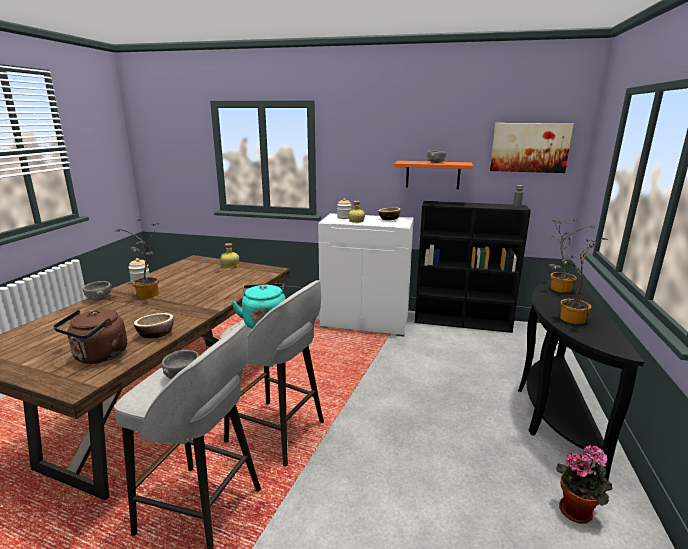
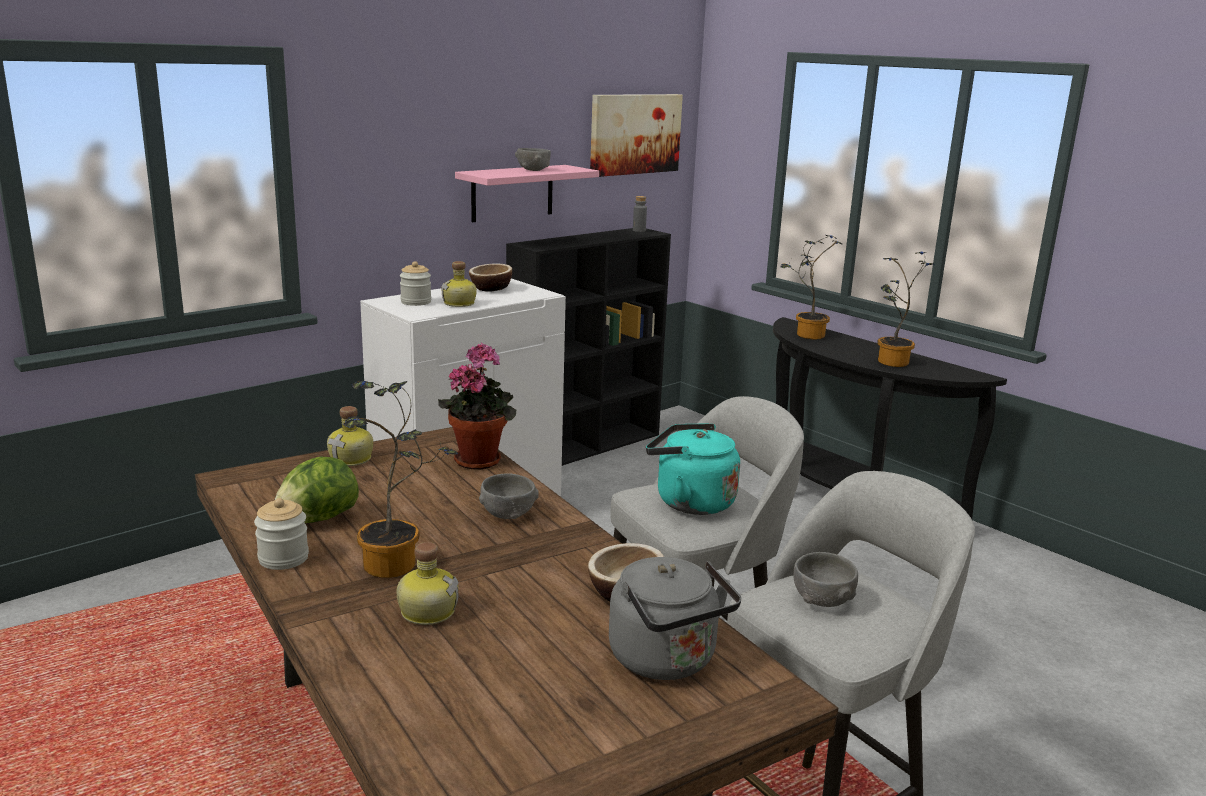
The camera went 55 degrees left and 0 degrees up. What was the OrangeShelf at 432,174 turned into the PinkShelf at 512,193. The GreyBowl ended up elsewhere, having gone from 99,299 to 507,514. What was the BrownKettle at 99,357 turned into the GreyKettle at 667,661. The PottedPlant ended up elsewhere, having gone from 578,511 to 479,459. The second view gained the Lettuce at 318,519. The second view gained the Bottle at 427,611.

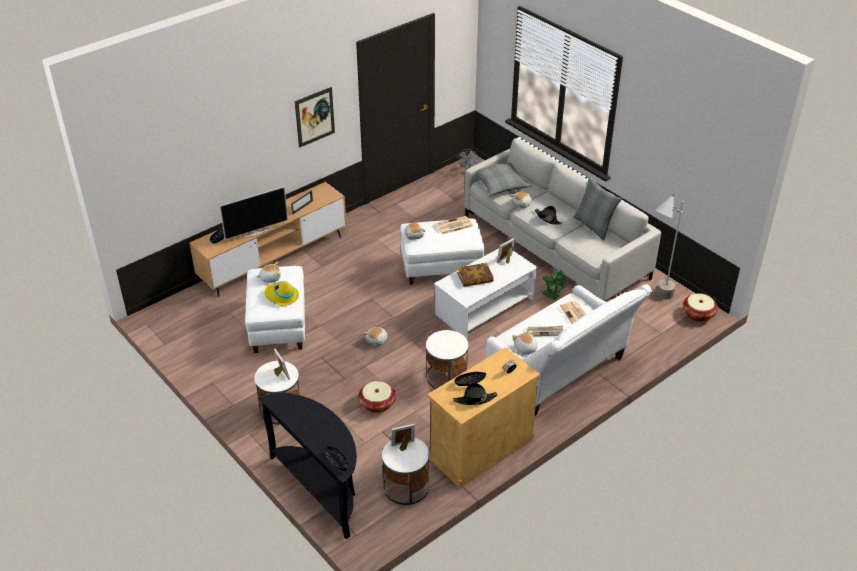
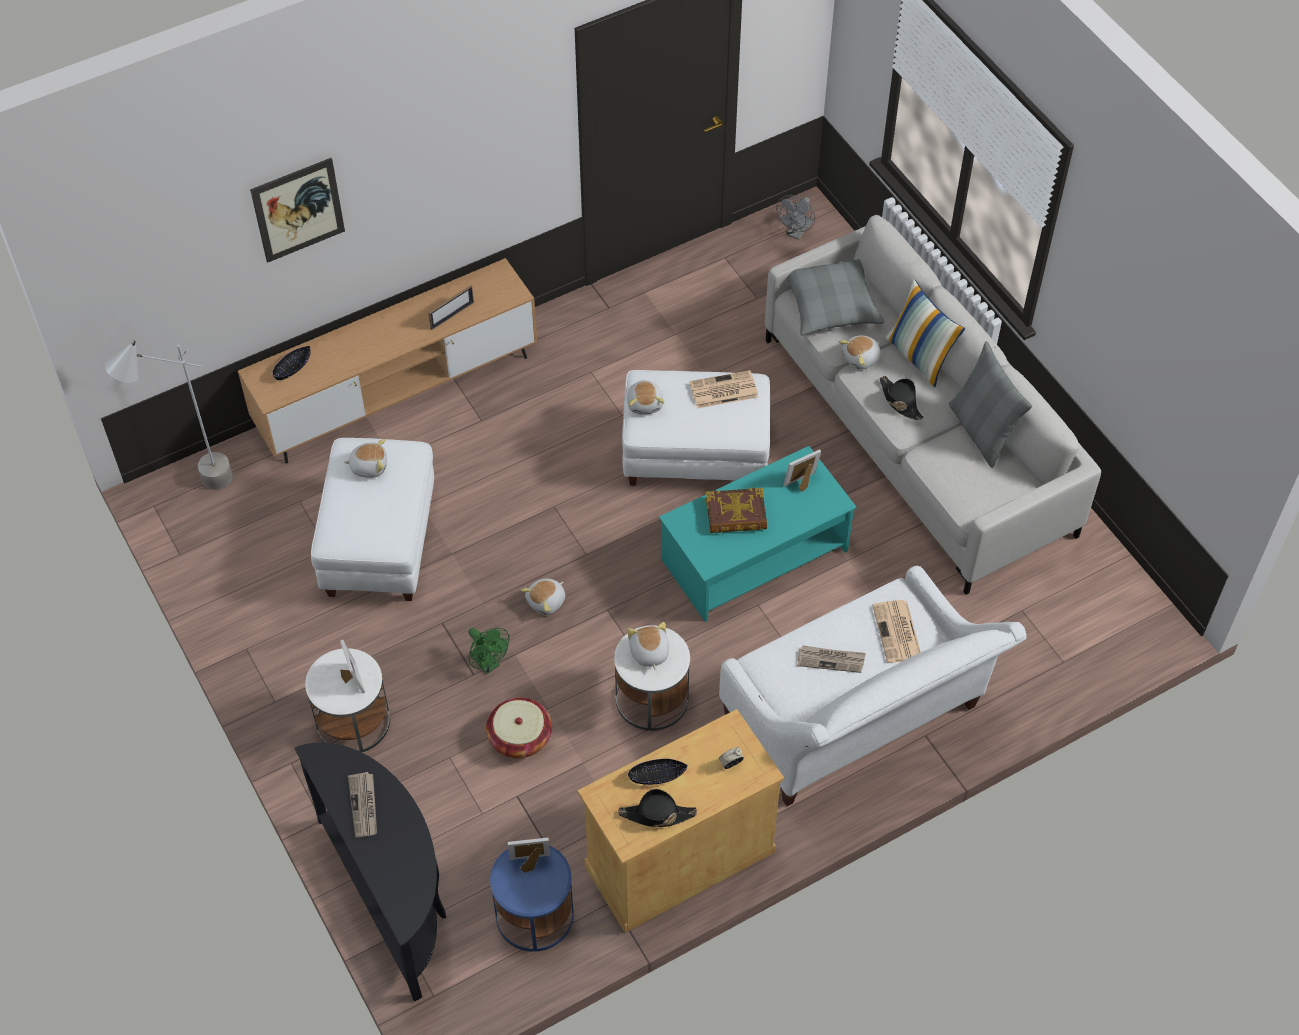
The camera went 10 degrees right and 15 degrees up. The Picture ended up elsewhere, having gone from 315,117 to 298,210. The second view lost the Television at 256,233. The GreyFloorLamp ended up elsewhere, having gone from 656,300 to 193,490. What was the WhiteCoffeeTable at 484,307 turned into the TurquoiseCoffeeTable at 753,555. The GreenFan ended up elsewhere, having gone from 553,296 to 488,664. The second view lost the YellowHat at 281,296. The second view lost the Basket at 698,314. The PlushToy ended up elsewhere, having gone from 525,349 to 649,653. What was the WhiteSideTable at 406,487 turned into the BlueSideTable at 534,915. The second view lost the BlackBowl at 337,461. The second view gained the Pillow at 920,357. The second view gained the Newspaper at 364,806.

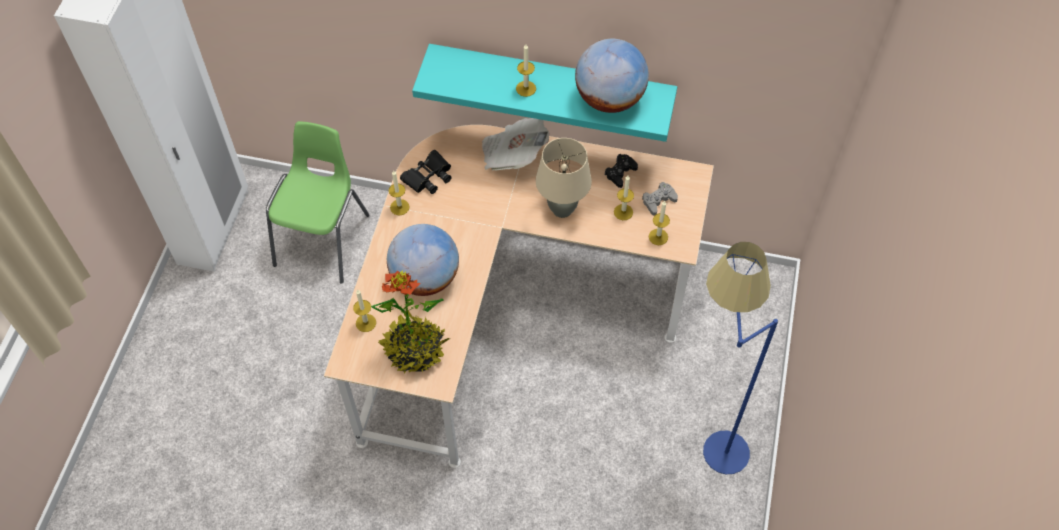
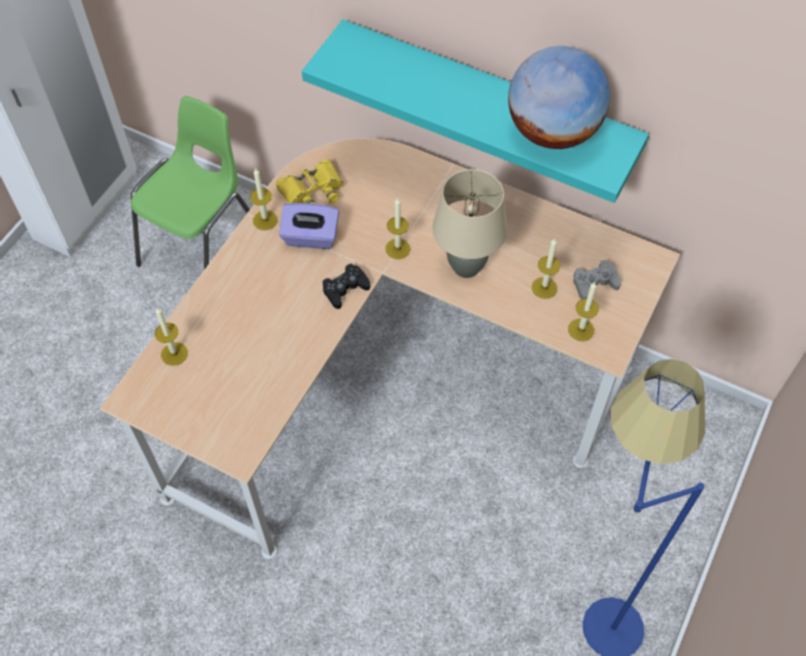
The camera went 15 degrees right and 0 degrees up. The Candle ended up elsewhere, having gone from 526,88 to 397,248. The second view lost the Newspaper at 513,155. What was the BlackBinoculars at 428,176 turned into the YellowBinoculars at 312,191. The BlackGameController ended up elsewhere, having gone from 620,173 to 345,289. The second view lost the Globe at 425,278. The second view lost the PottedPlant at 415,349. The second view gained the PurpleTissueBox at 310,237.

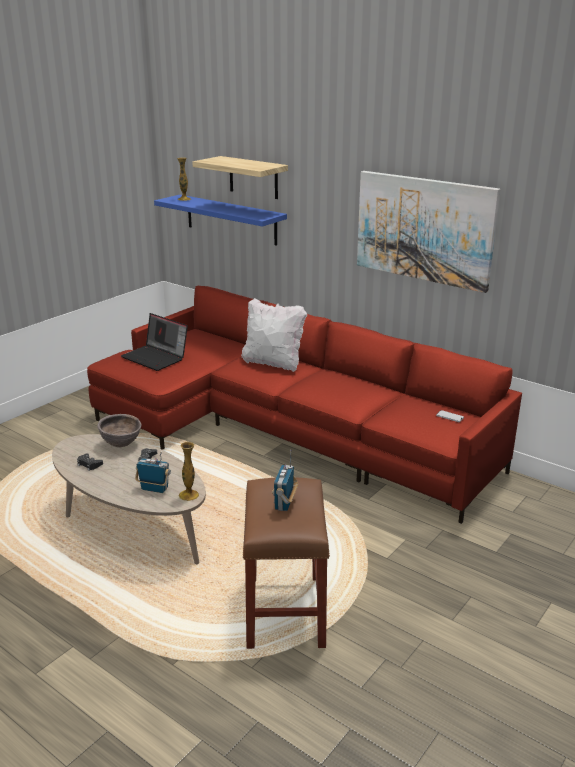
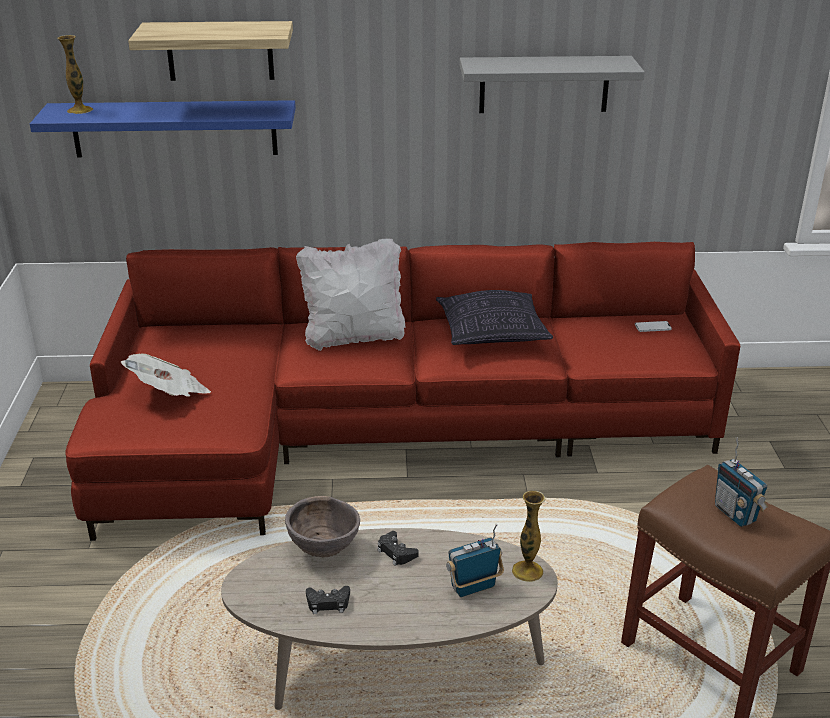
The camera went 40 degrees left and 5 degrees up. Where the Picture hung at 424,229, the GreyShelf came to hang at 544,84. Where the Laptop stood at 156,357, the Newspaper came to stand at 169,394. The second view gained the Pillow at 491,333.

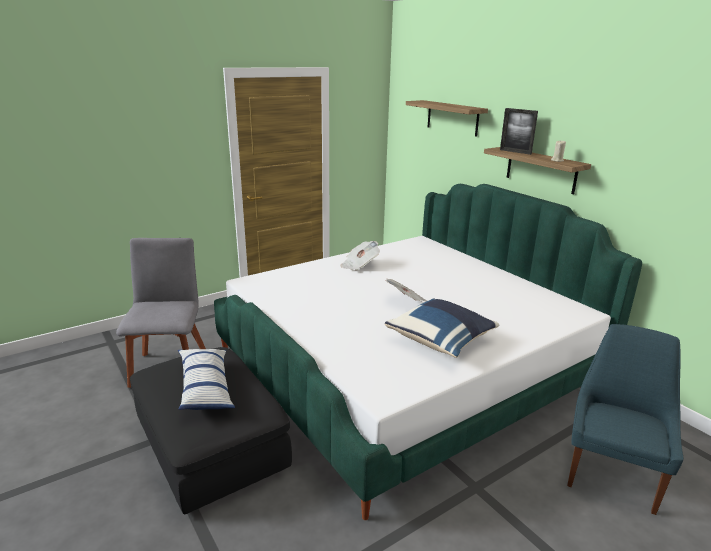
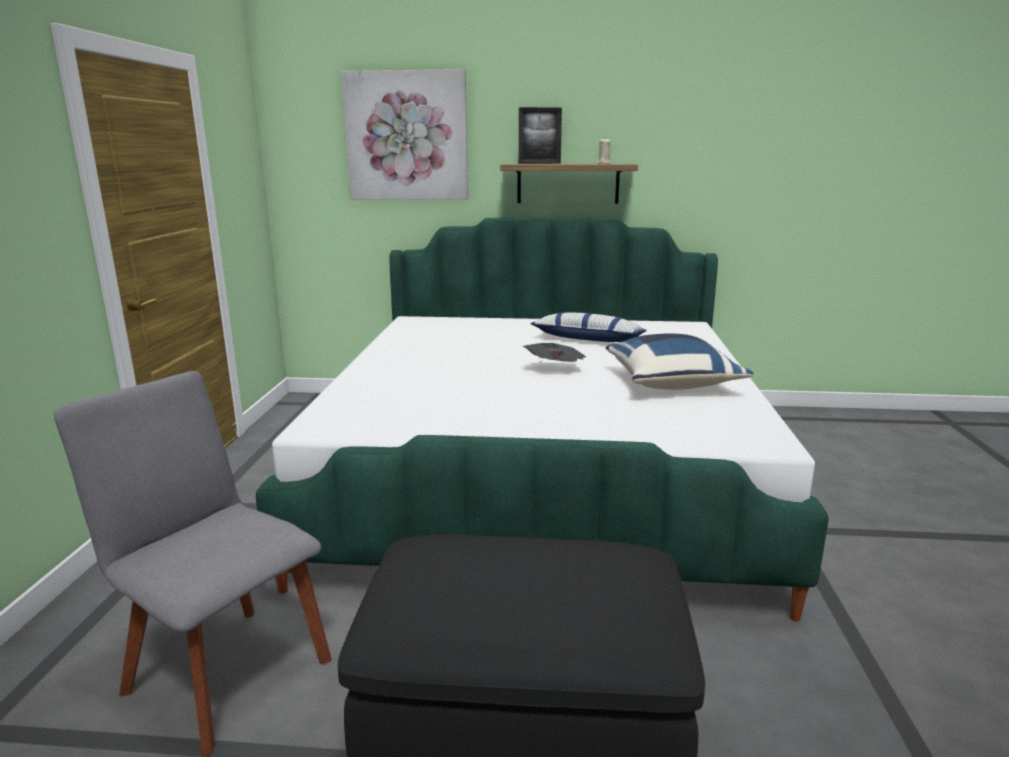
The camera went 50 degrees left and 5 degrees down. Where the Shelf hung at 452,118, the Picture came to hang at 406,136. The second view lost the Newspaper at 359,265. The second view lost the BlueChair at 611,473. The Pillow ended up elsewhere, having gone from 205,387 to 588,339.

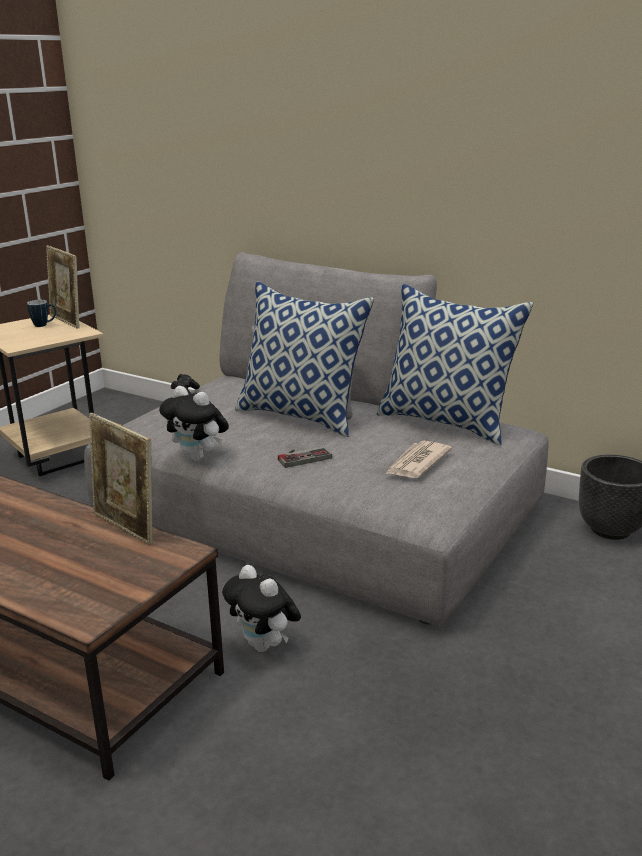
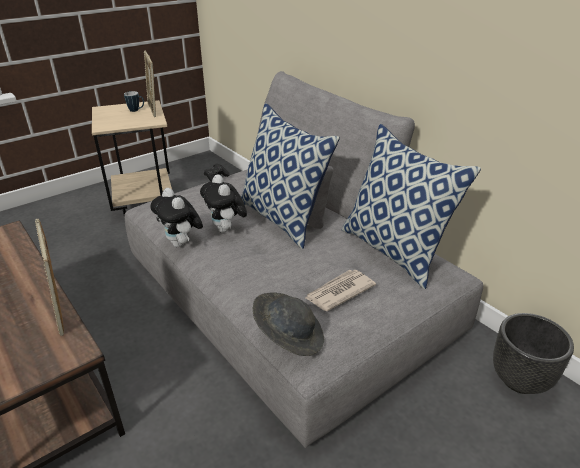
The camera went 20 degrees right and 10 degrees up. The second view lost the GameController at 302,456. The PlushToy ended up elsewhere, having gone from 264,646 to 226,230. The second view gained the GreyHat at 288,336.

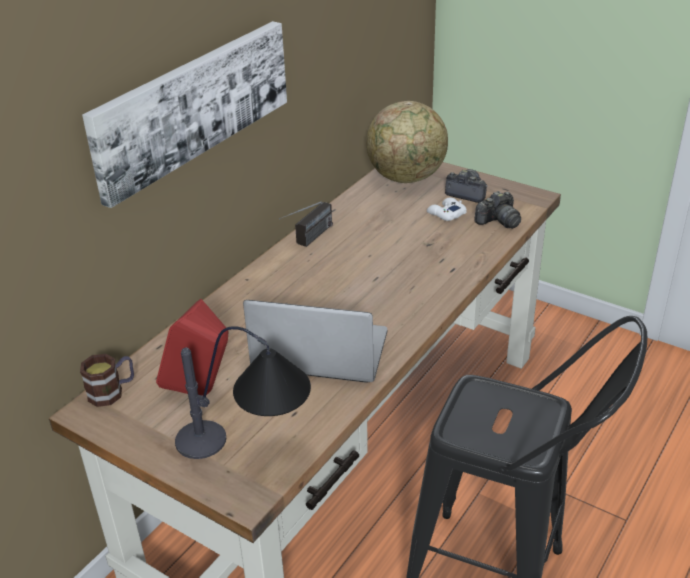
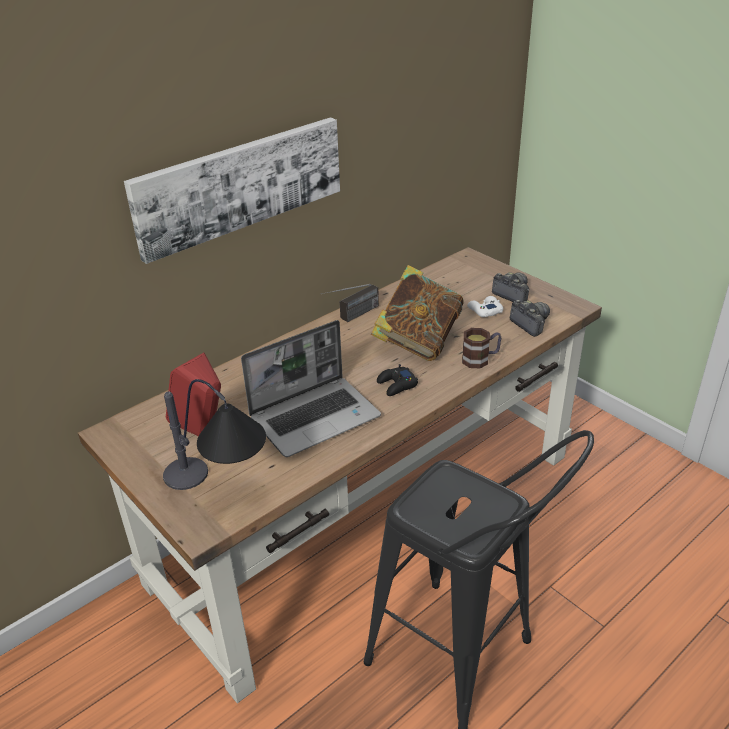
The camera went 15 degrees right and 0 degrees up. The second view lost the Globe at 407,178. The PhotoCamera at 498,221 ended up facing another way, 105 degrees counterclockwise from before. The Laptop at 318,353 ended up facing another way, 120 degrees clockwise from before. The Mug ended up elsewhere, having gone from 112,391 to 480,359. The second view gained the Book at 417,341. The second view gained the BlackGameController at 397,385.

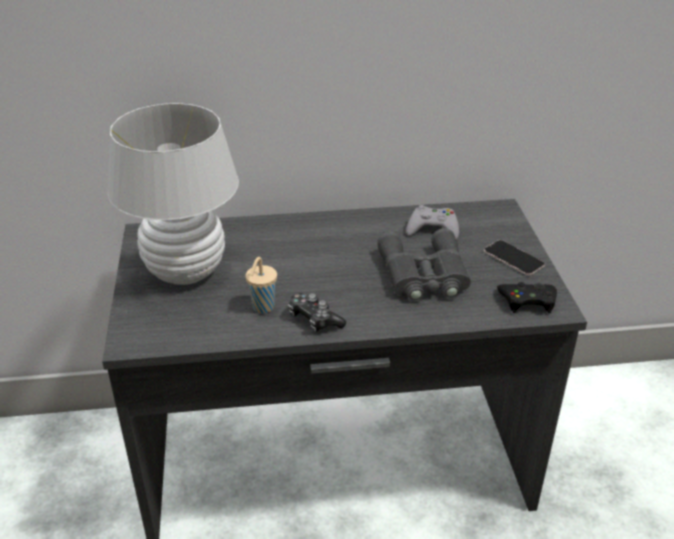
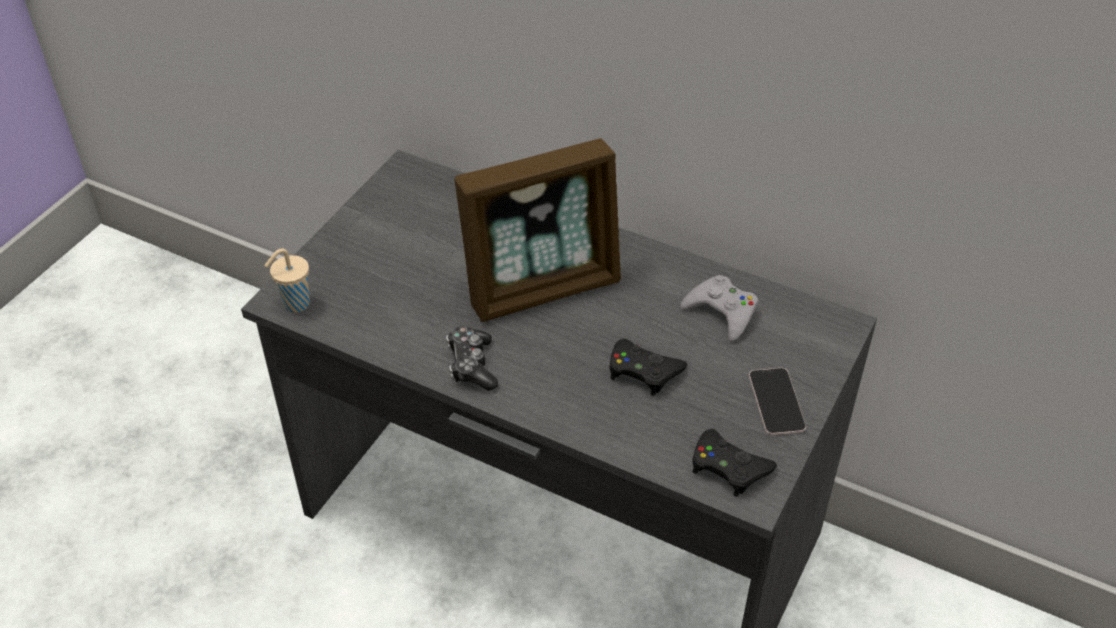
The camera went 35 degrees right and 10 degrees up. The second view lost the WhiteTableLamp at 186,272. Where the GreyBinoculars stood at 423,275, the BlackGameController came to stand at 643,371. The BeigeCup ended up elsewhere, having gone from 262,308 to 295,304. The second view gained the PictureFrame at 542,287.

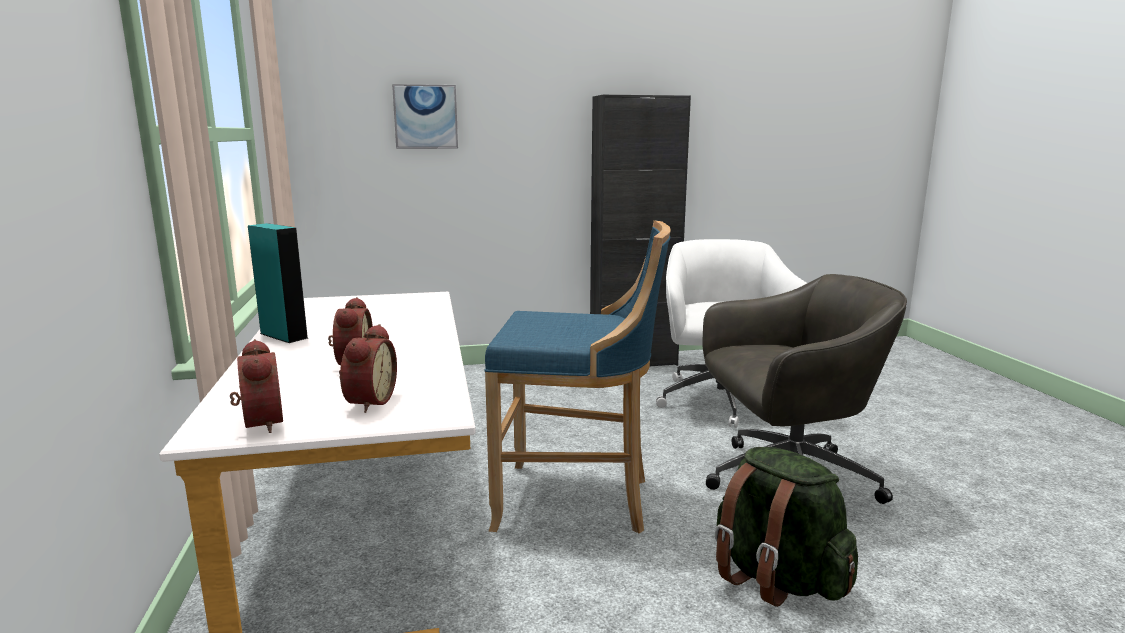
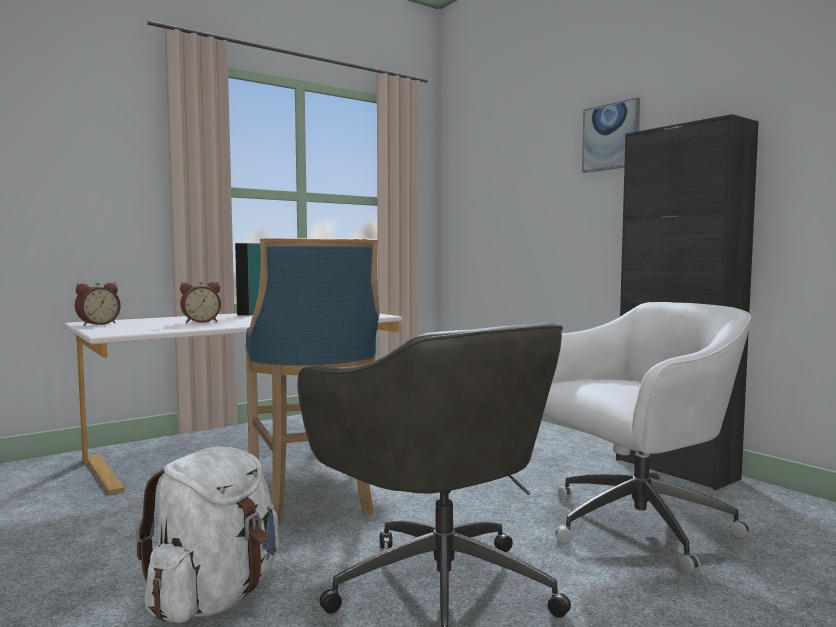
The camera went 65 degrees right and 10 degrees down. The Picture ended up elsewhere, having gone from 425,117 to 611,137. The second view lost the AlarmClock at 367,401. What was the GreenBackpack at 776,578 turned into the WhiteBackpack at 215,597.

